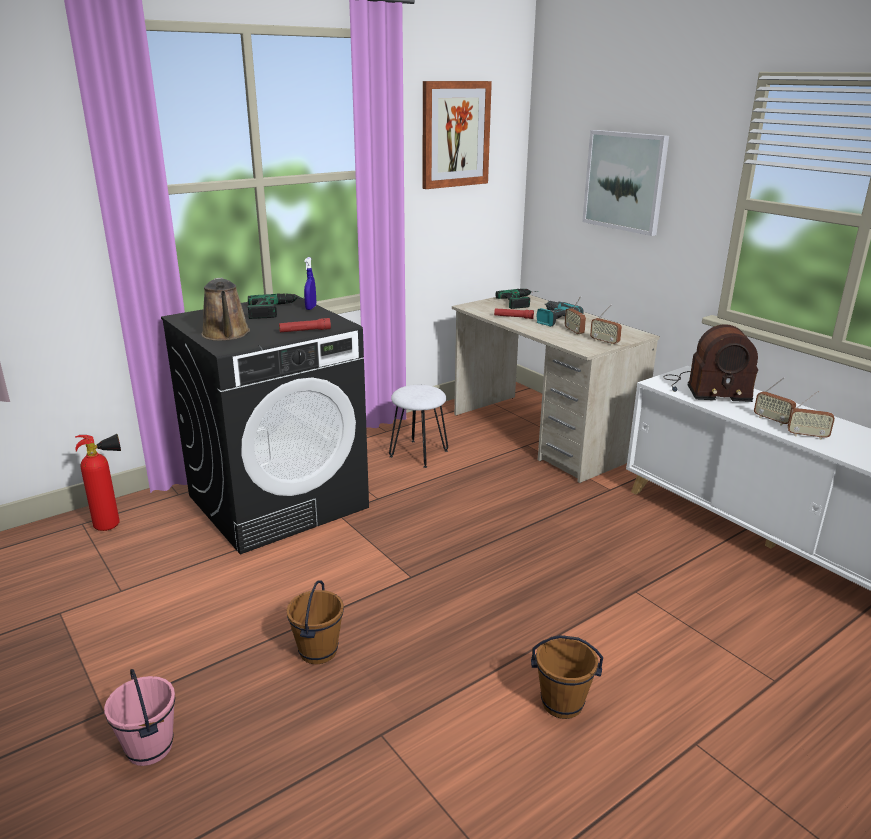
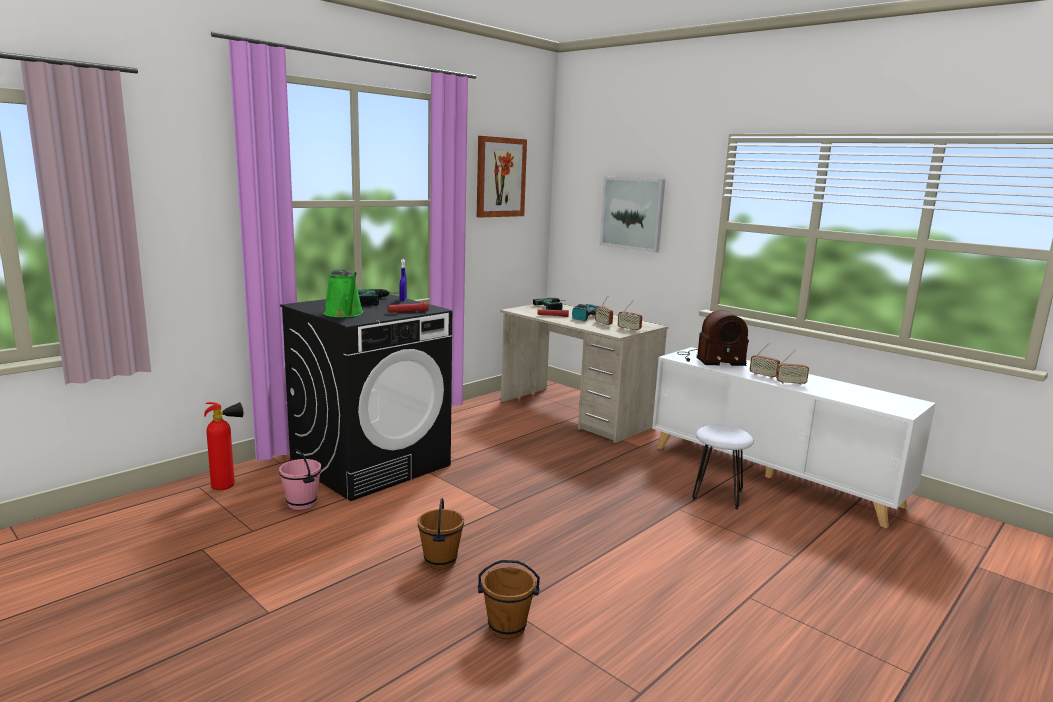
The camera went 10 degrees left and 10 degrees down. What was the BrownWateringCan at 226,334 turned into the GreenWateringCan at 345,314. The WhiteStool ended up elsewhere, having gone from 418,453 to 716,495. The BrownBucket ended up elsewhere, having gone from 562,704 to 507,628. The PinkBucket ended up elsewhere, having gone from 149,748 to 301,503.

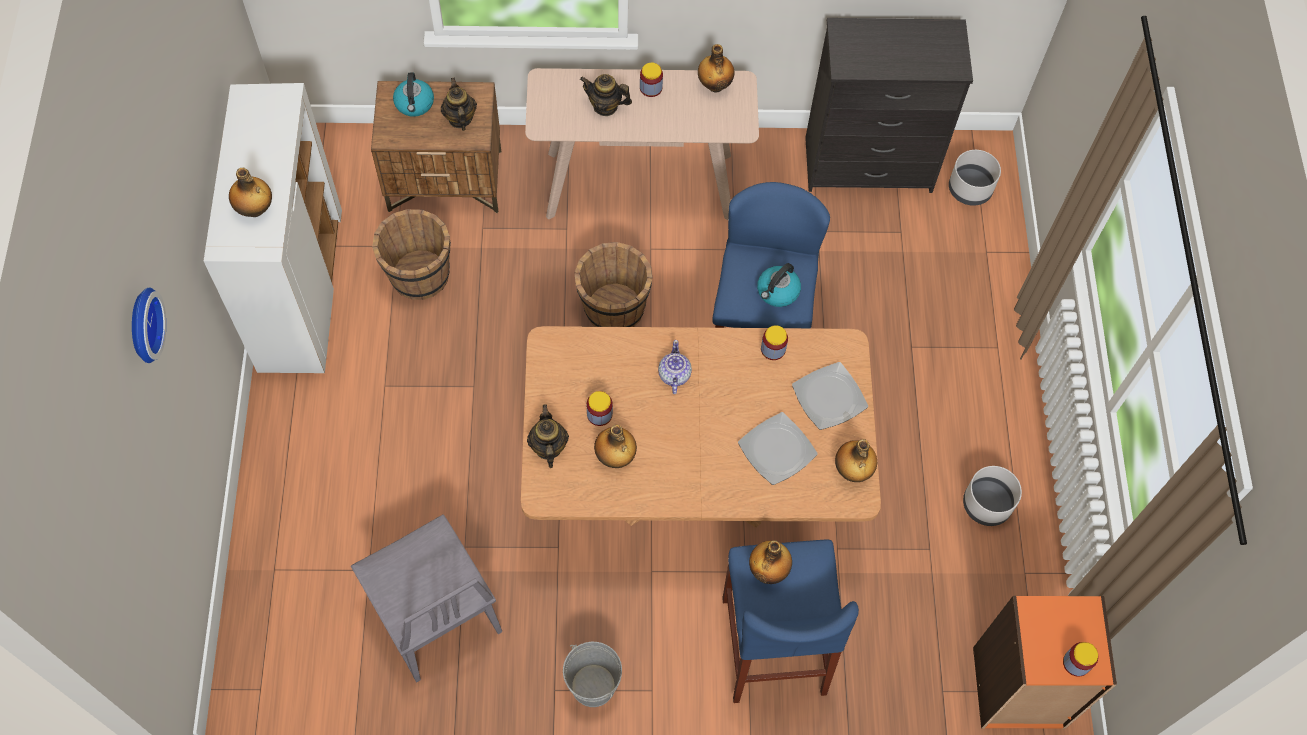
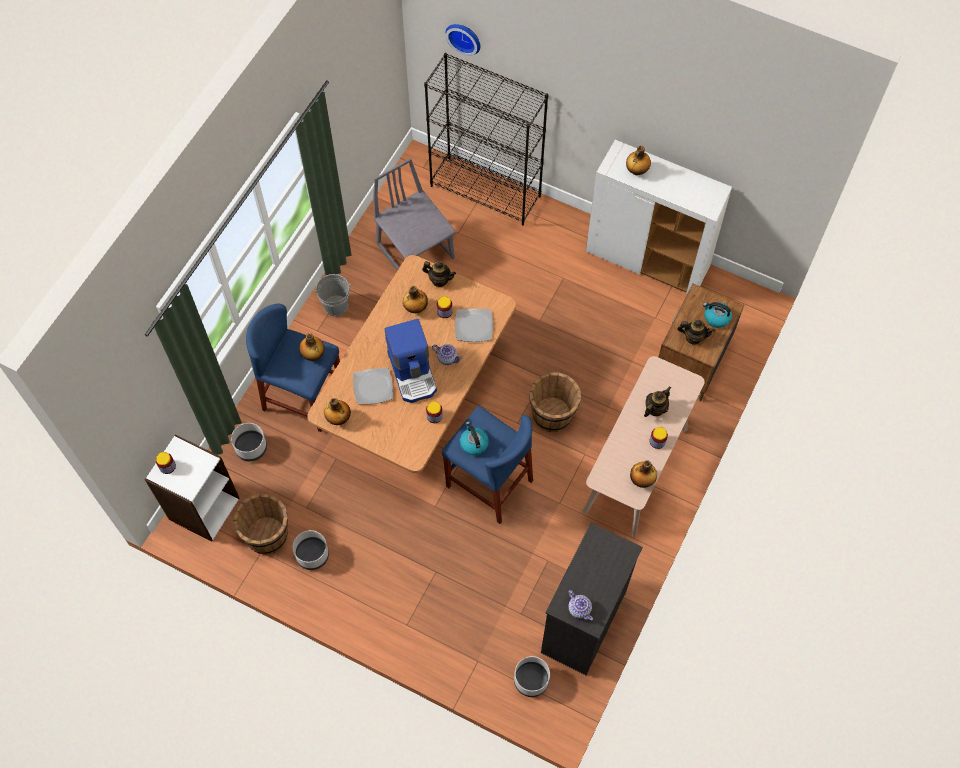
The camera went 120 degrees right and 0 degrees up. The BrownBucket ended up elsewhere, having gone from 419,275 to 267,534. The WallClock ended up elsewhere, having gone from 141,325 to 464,37. The Plate ended up elsewhere, having gone from 829,398 to 473,326. The GreyChair at 433,615 ended up facing another way, 60 degrees clockwise from before. What was the OrangeBookcase at 1018,688 turned into the WhiteBookcase at 203,508. The second view gained the BlackBookcase at 486,191. The second view gained the CoffeeMachine at 413,373. The second view gained the GreyPlanter at 251,448. The second view gained the Teapot at 579,609.

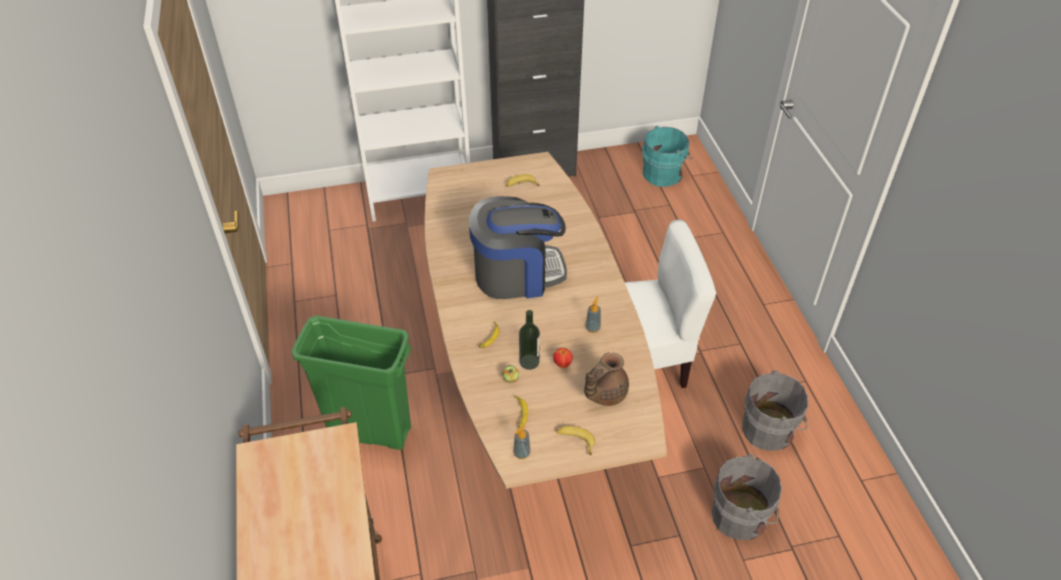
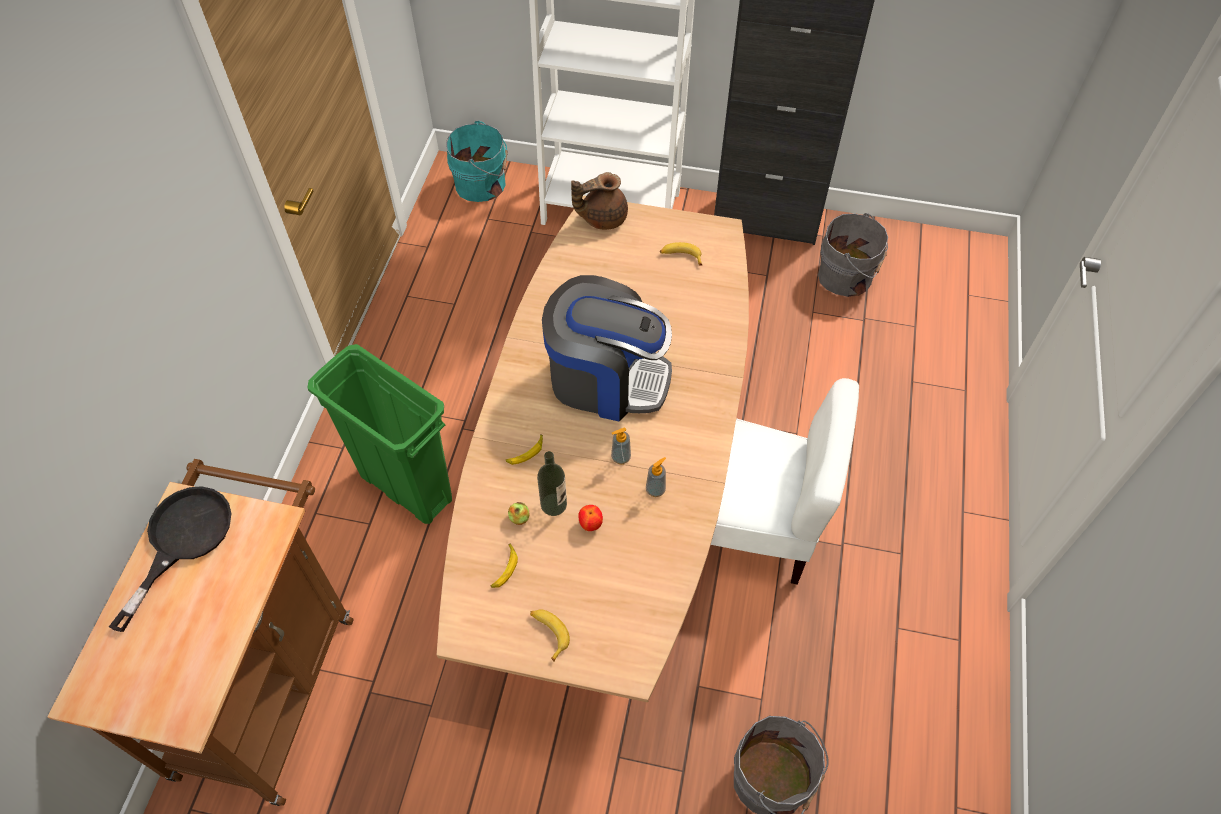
The camera went 25 degrees right and 10 degrees up. The TurquoiseBucket ended up elsewhere, having gone from 664,173 to 483,184. The BrownTeapot ended up elsewhere, having gone from 604,393 to 602,217. The GreyBucket ended up elsewhere, having gone from 770,429 to 847,277. The SoapDispenser ended up elsewhere, having gone from 521,453 to 620,457. The second view gained the BlackFryingPan at 182,540.

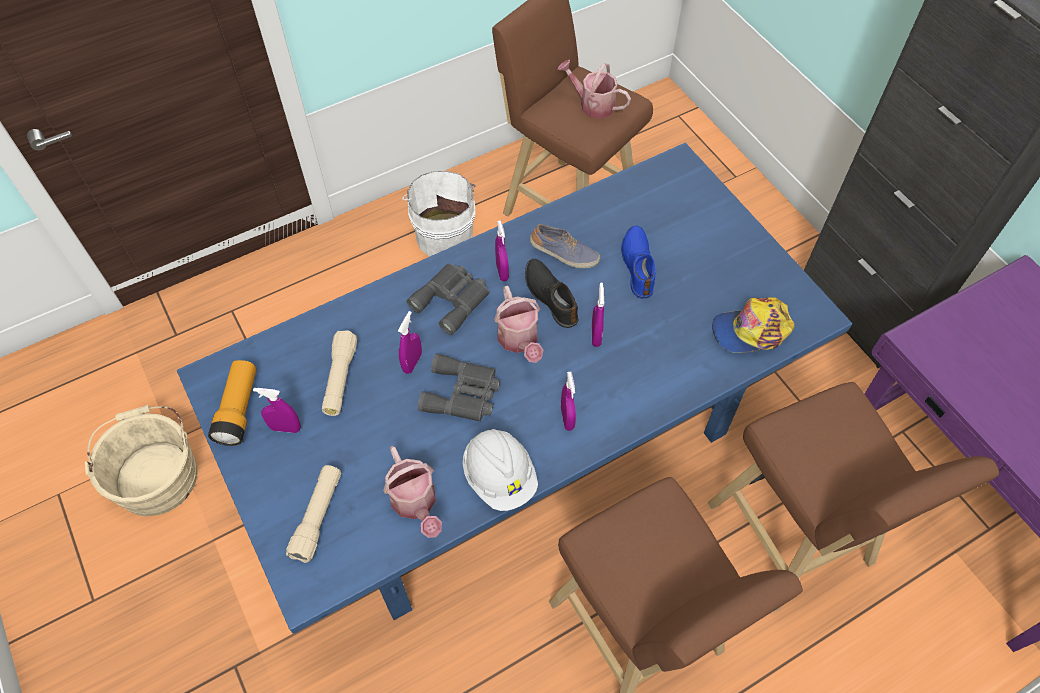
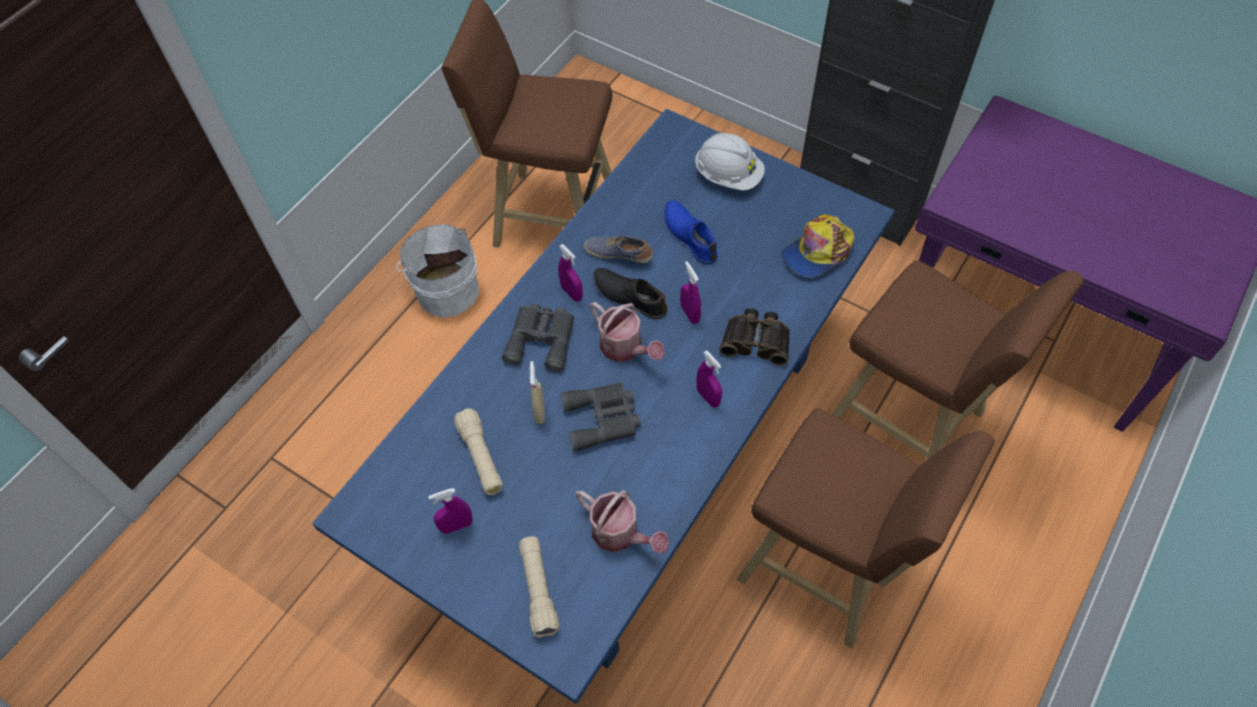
The camera went 25 degrees left and 0 degrees up. The second view lost the WateringCan at 592,104. The Shoe at 564,254 ended up facing another way, 150 degrees counterclockwise from before. What was the PurpleSprayBottle at 412,362 turned into the BeigeSprayBottle at 539,412. The second view lost the Flashlight at 239,409. The second view lost the BeigeBucket at 156,473. The WhiteHardHat ended up elsewhere, having gone from 500,476 to 728,175. The second view gained the Binoculars at 757,340.

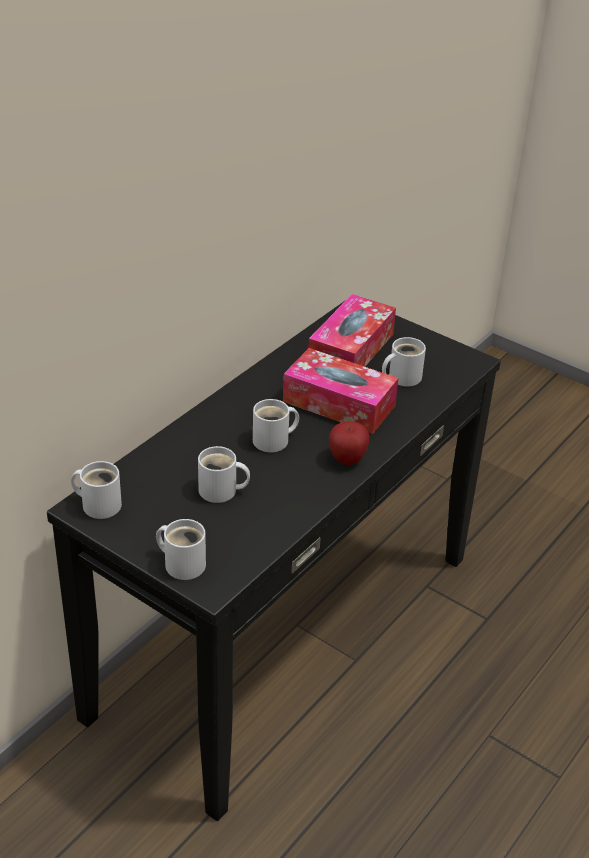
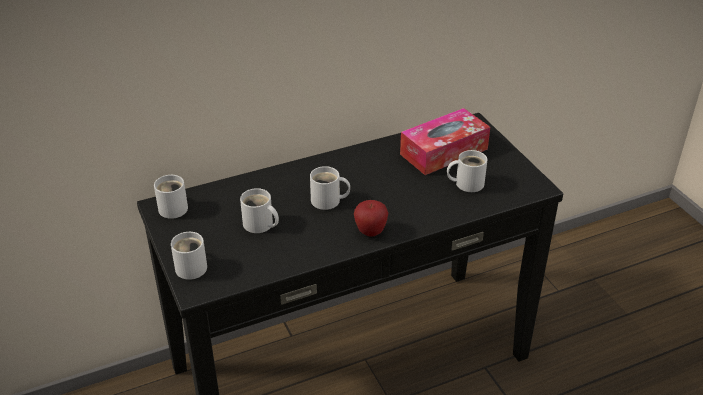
The camera went 30 degrees right and 0 degrees up. The second view lost the TissueBox at 339,403.

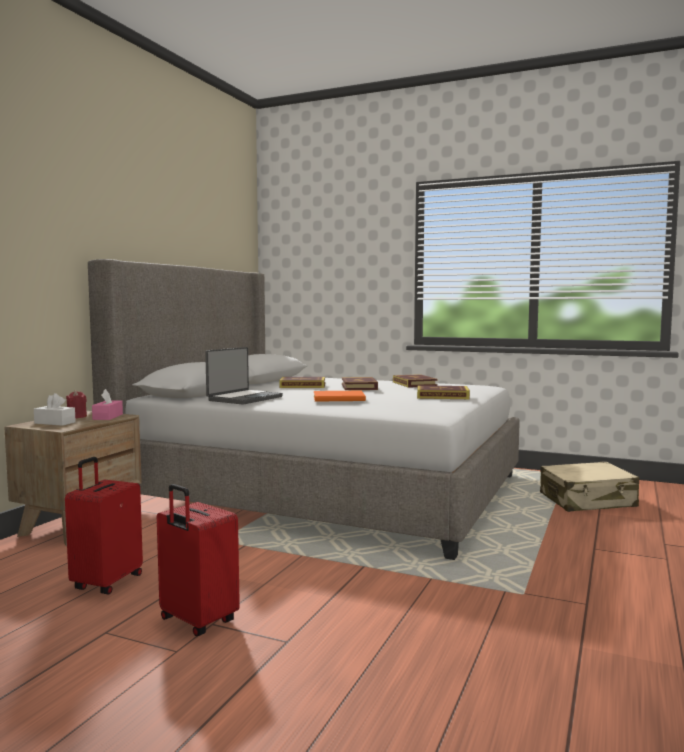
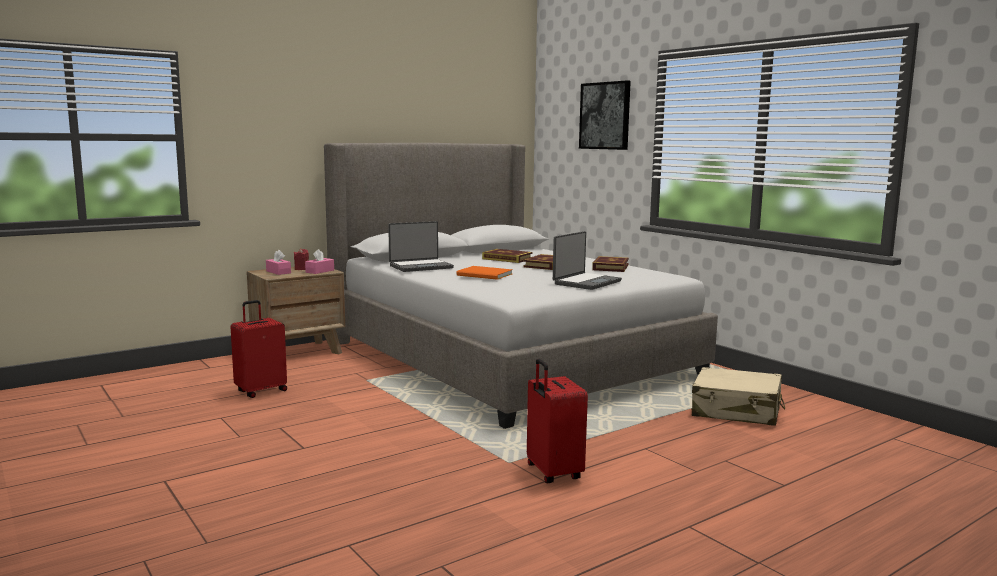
The camera went 30 degrees right and 5 degrees up. Where the Book stood at 442,396, the Laptop came to stand at 586,282. What was the WhiteTissueBox at 55,423 turned into the PinkTissueBox at 278,272. The RedSuitcase ended up elsewhere, having gone from 197,621 to 552,473. The second view gained the Picture at 605,116.

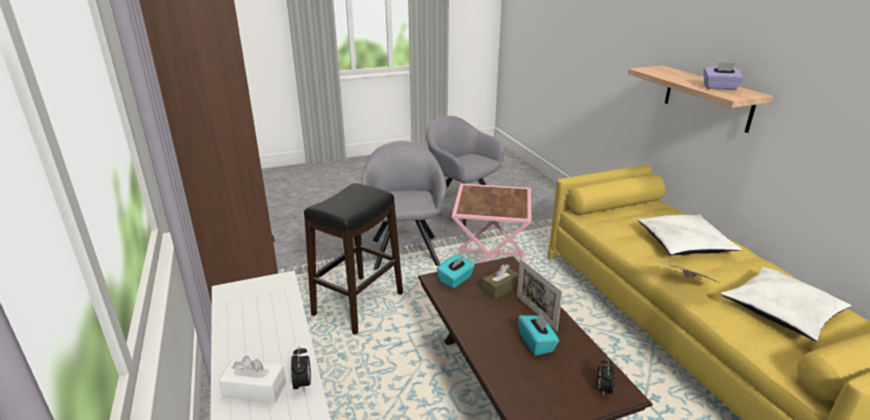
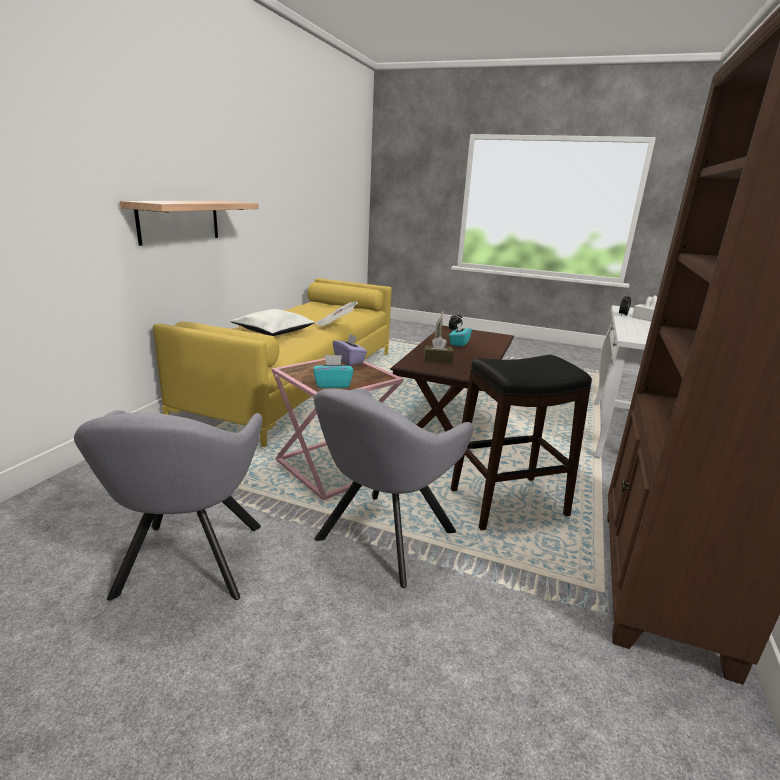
The camera went 140 degrees left and 5 degrees down. The PurpleTissueBox ended up elsewhere, having gone from 719,88 to 349,360. The TurquoiseTissueBox ended up elsewhere, having gone from 456,280 to 333,384. The second view lost the WhitePillow at 782,311.

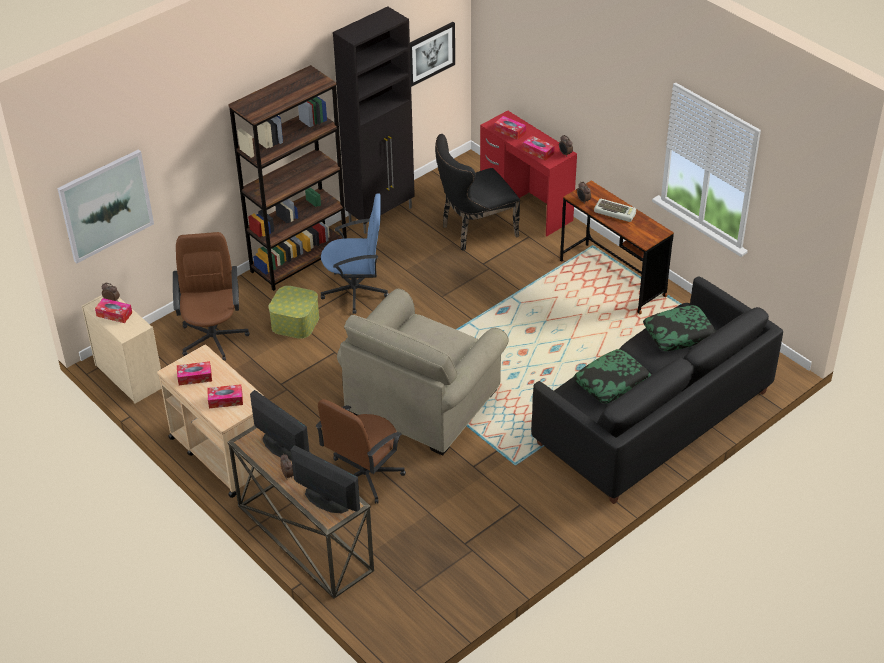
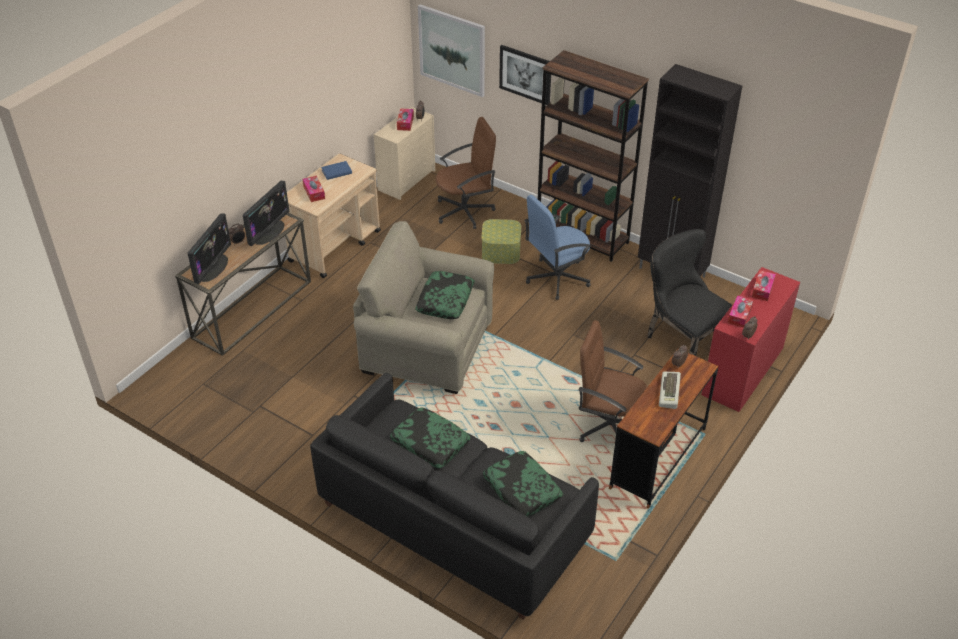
The camera went 75 degrees right and 0 degrees up. The Picture ended up elsewhere, having gone from 430,53 to 525,74. The BlueOfficeChair at 356,291 ended up facing another way, 75 degrees clockwise from before. Where the TissueBox stood at 195,377, the BlueBook came to stand at 336,172. The BrownOfficeChair ended up elsewhere, having gone from 364,476 to 609,425. The second view gained the Pillow at 445,300.

